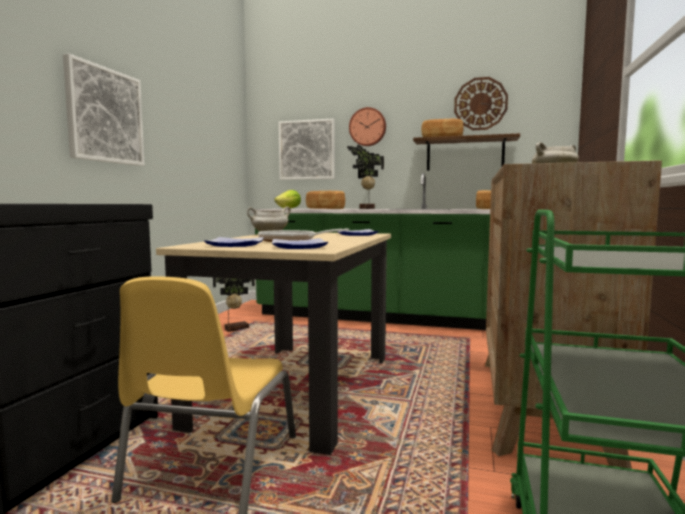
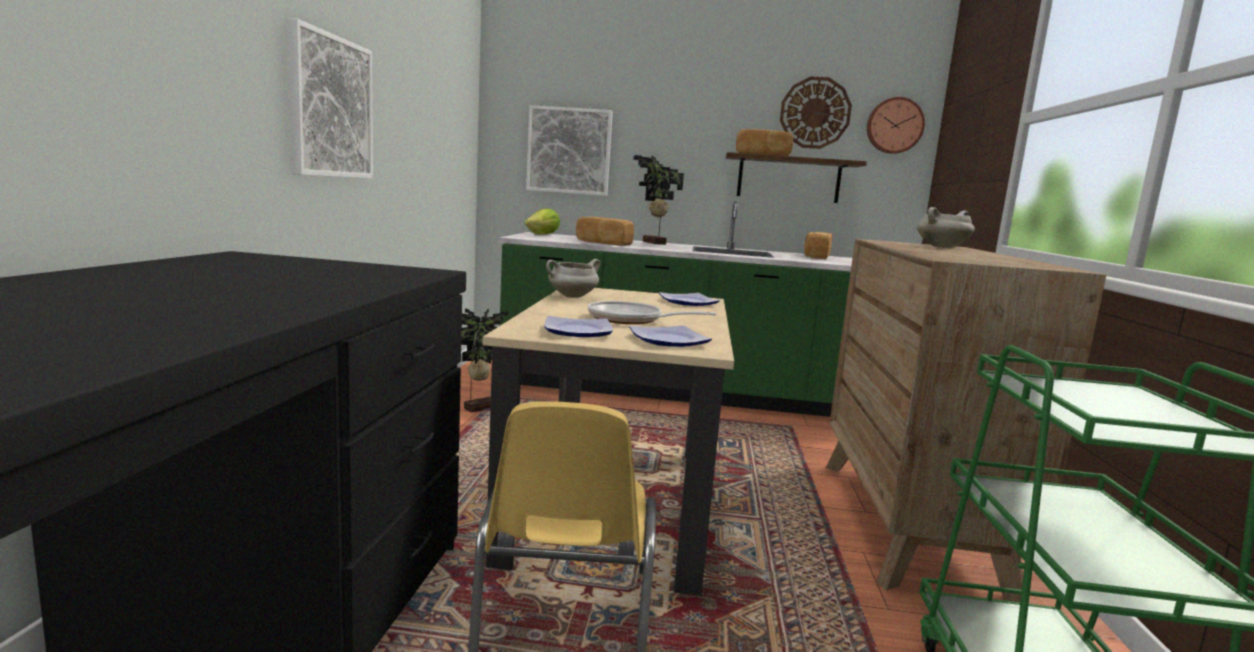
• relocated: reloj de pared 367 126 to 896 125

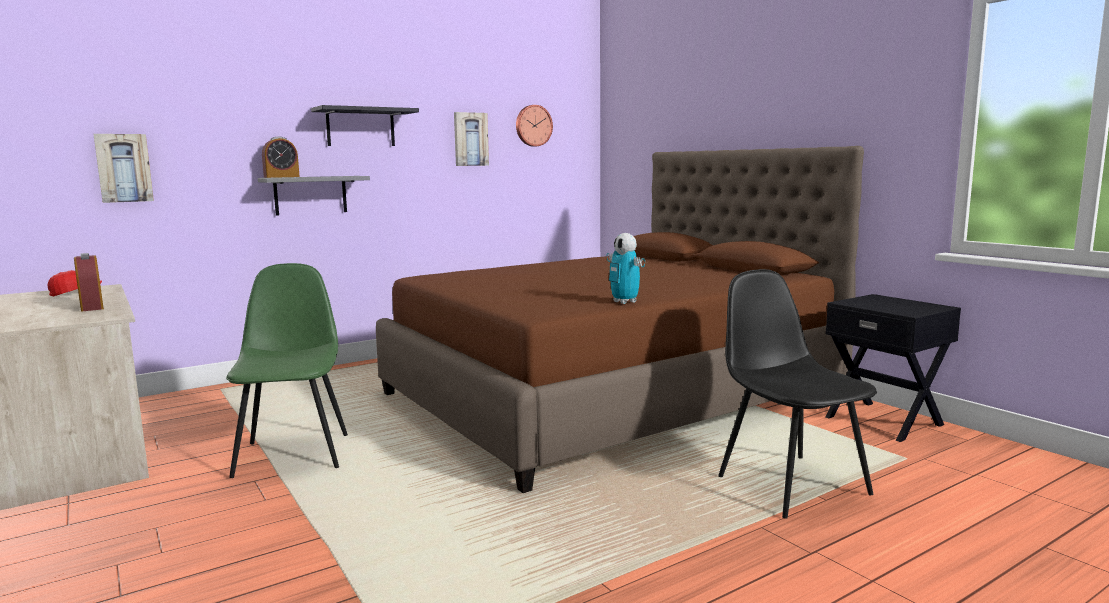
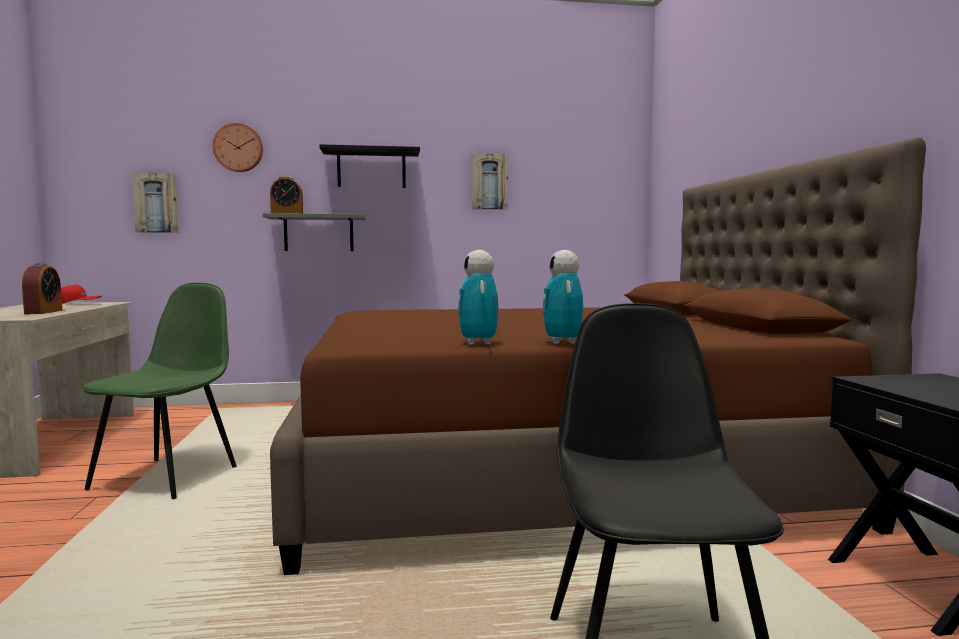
• relocated: reloj de pared 534 126 to 237 147
• appeared: robot de juguete 562 297

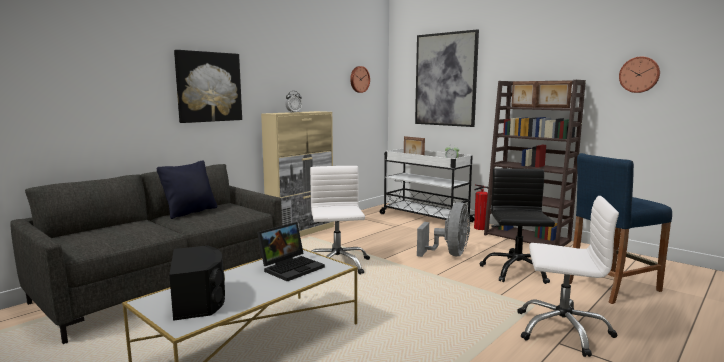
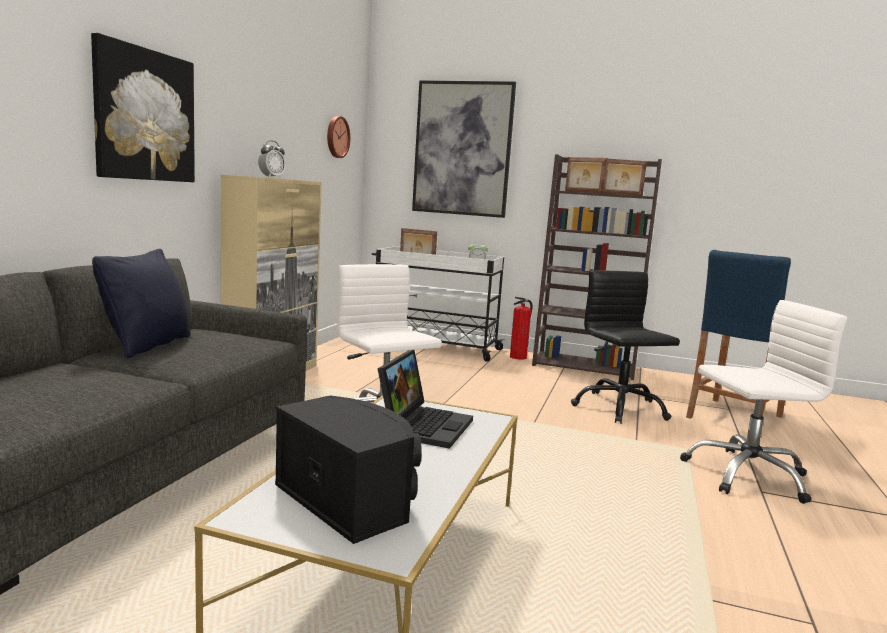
• missing: reloj de pared 639 74
• missing: ventilador [gris] 443 229

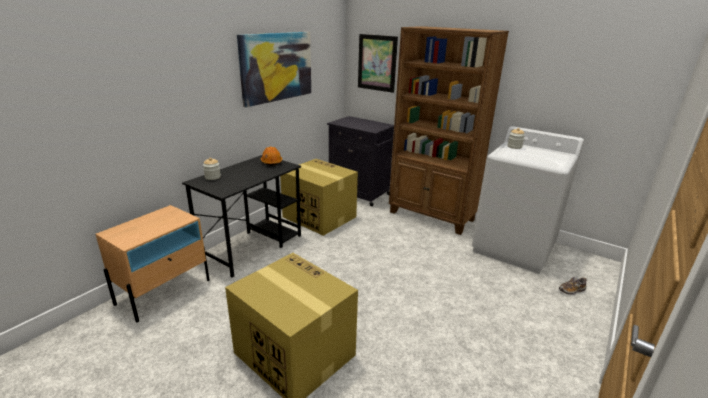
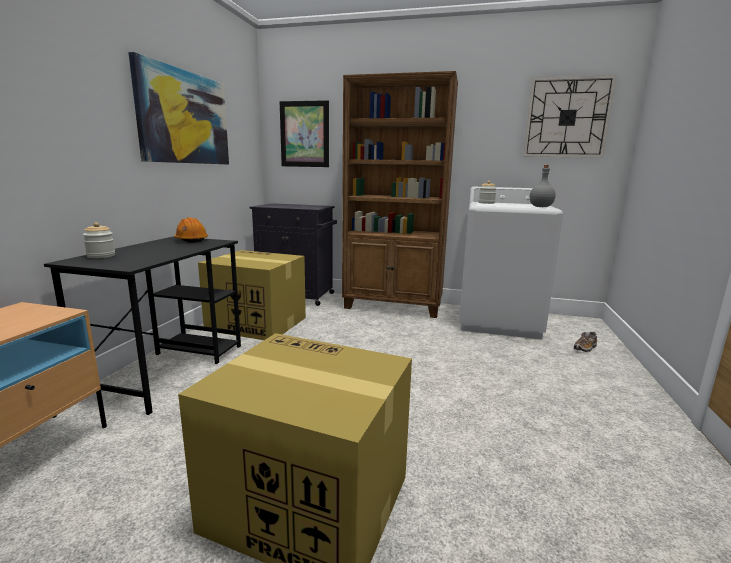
• appeared: reloj de pared 570 116
• appeared: botella [gris] 543 186

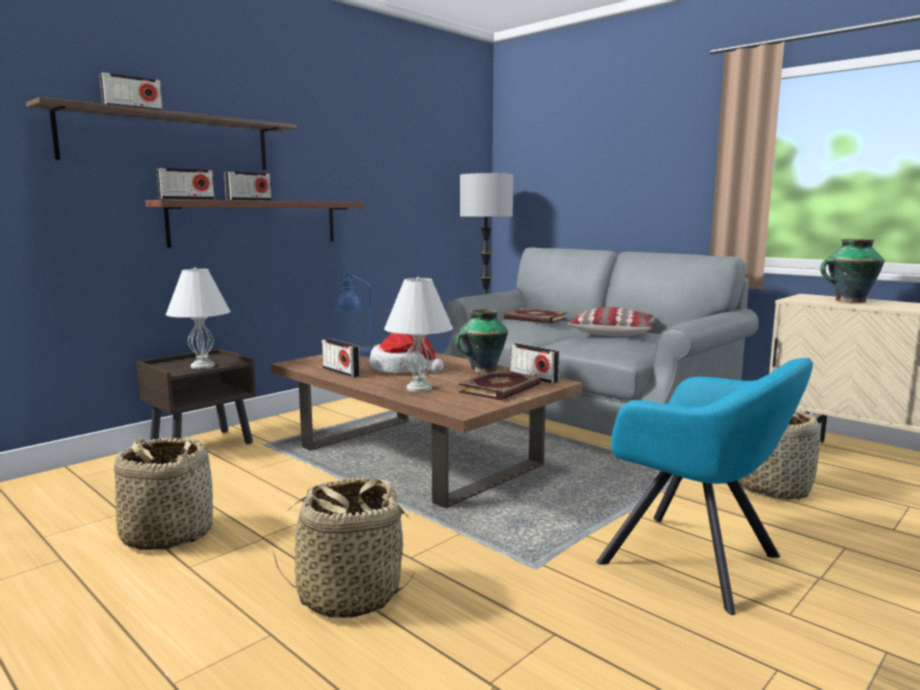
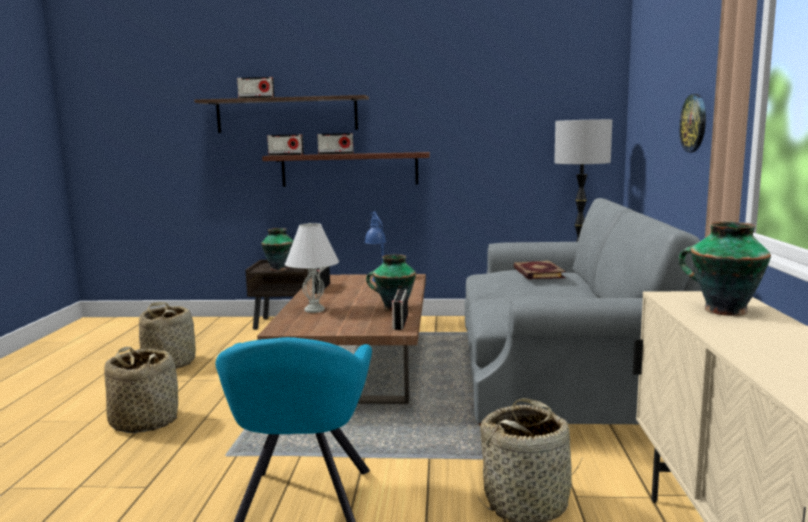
• exchanged: lámpara de mesa [blanco] 198 318 to florero 277 249
• missing: cojín 610 321
• missing: sombrero 407 353
• missing: libro 500 385
• appeared: reloj de pared 692 123

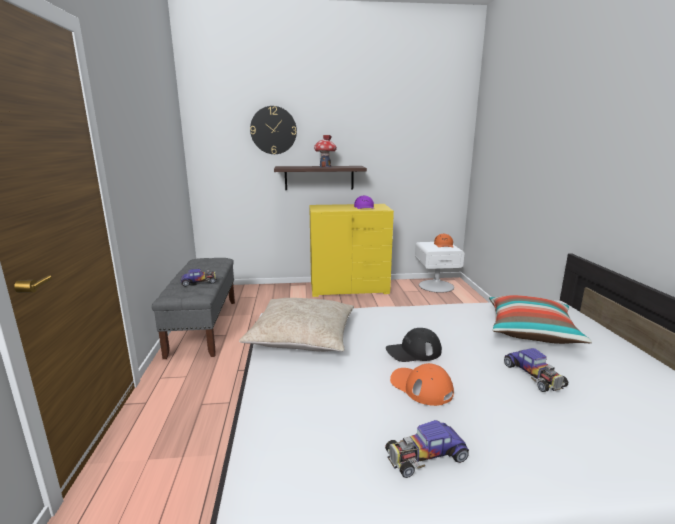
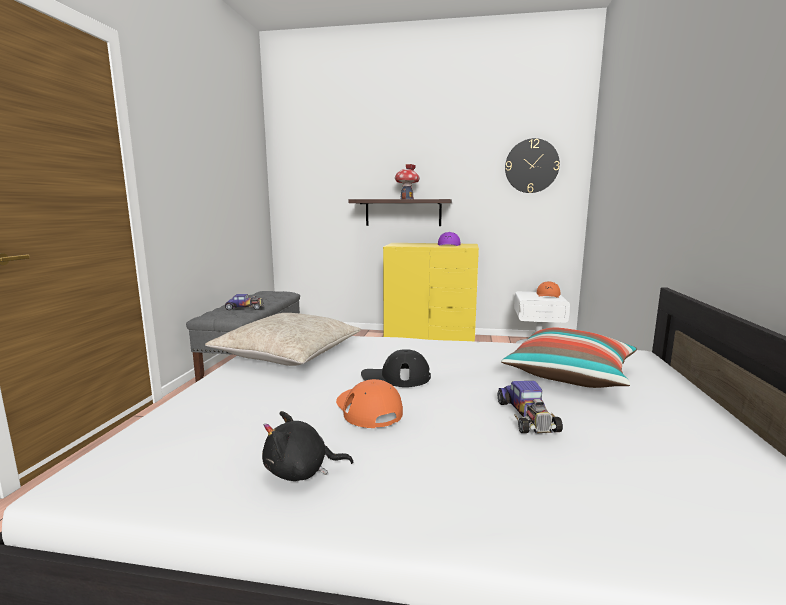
• relocated: reloj de pared 273 130 to 532 165
• exchanged: coche de juguete 427 449 to peluche [negro] 307 446

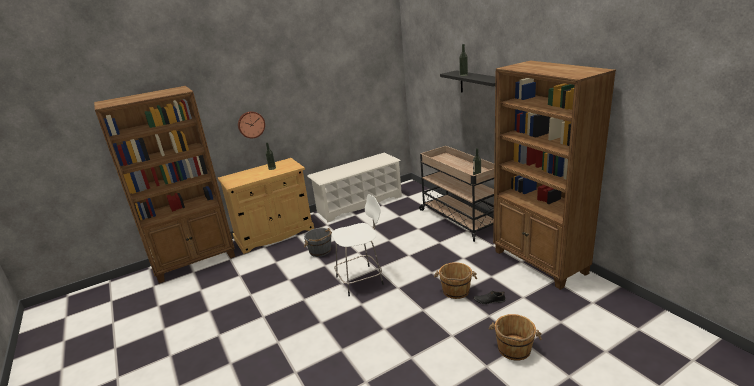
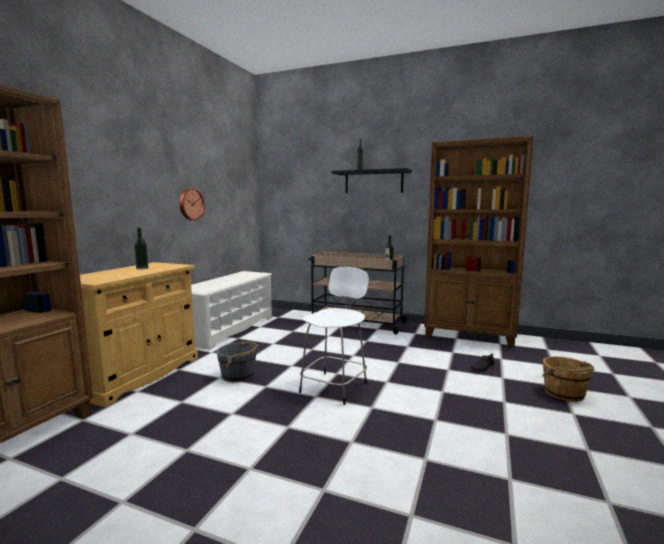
• relocated: reloj de pared 251 124 to 192 204
• missing: cubo [marrón] 455 280

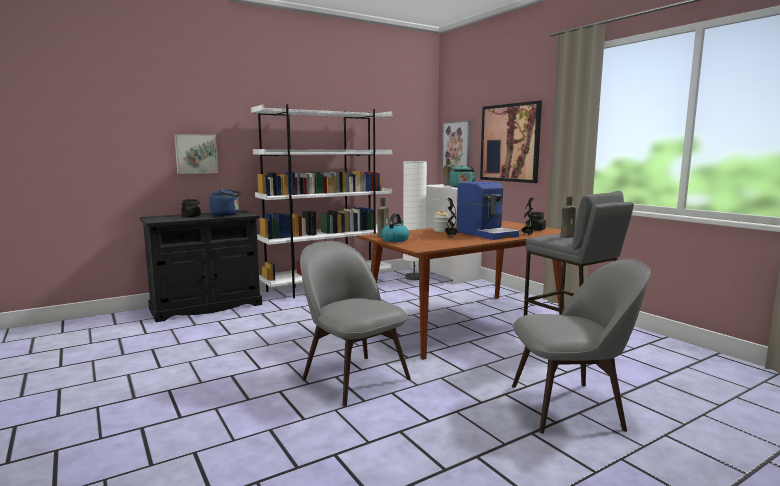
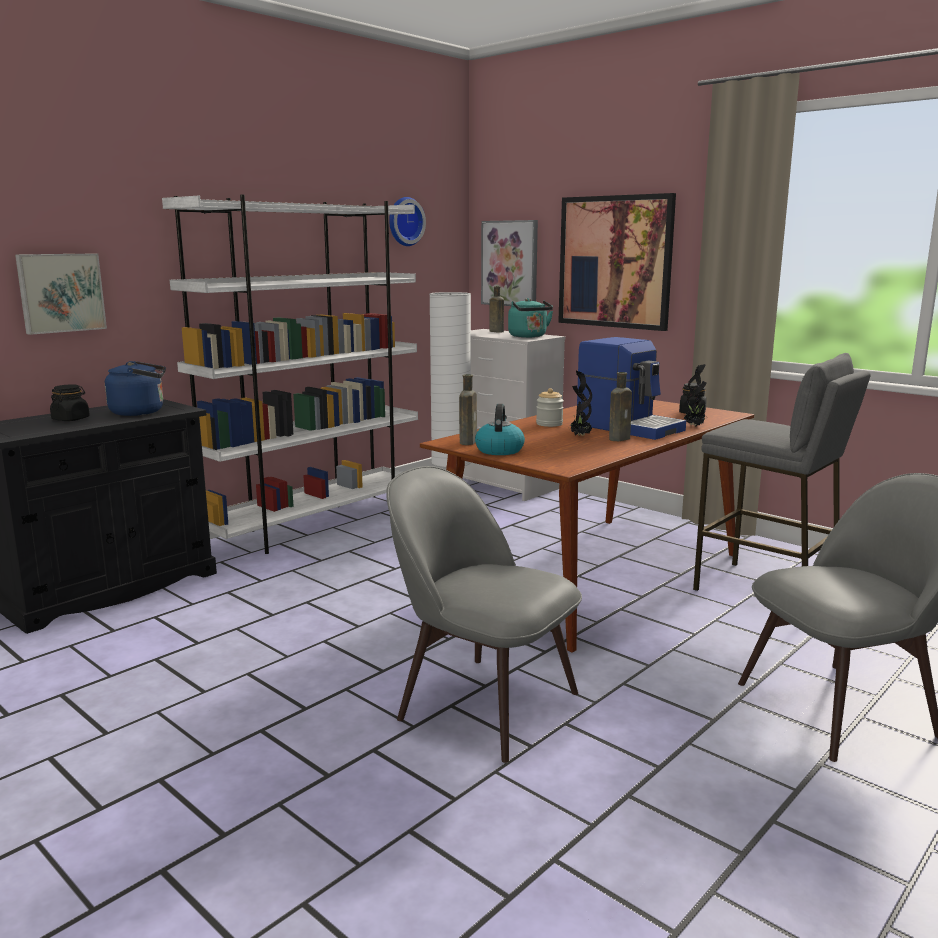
• relocated: botella [marrón] 568 217 to 620 406
• appeared: reloj de pared 407 221

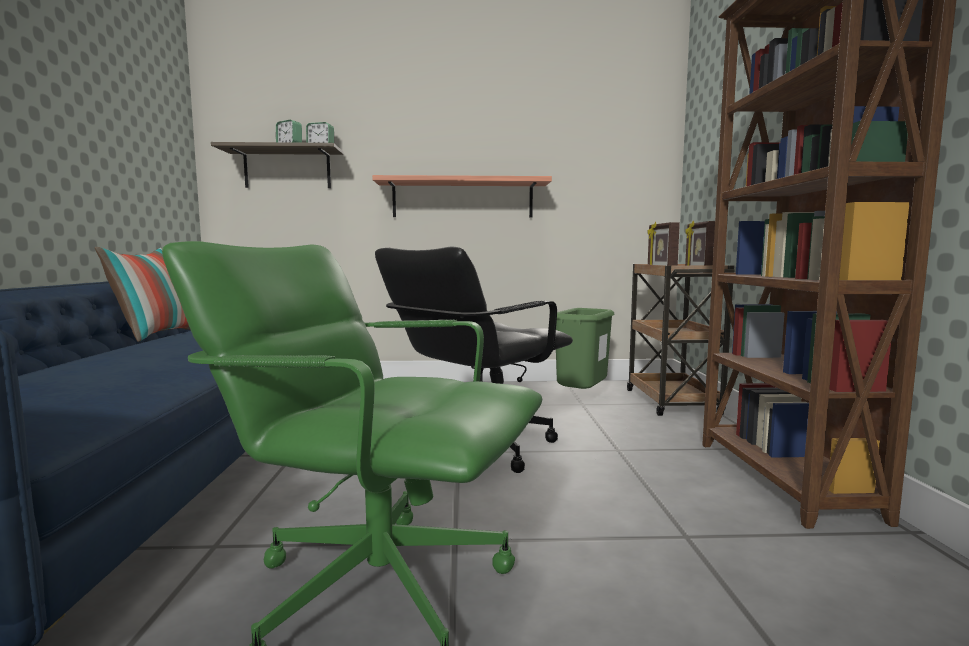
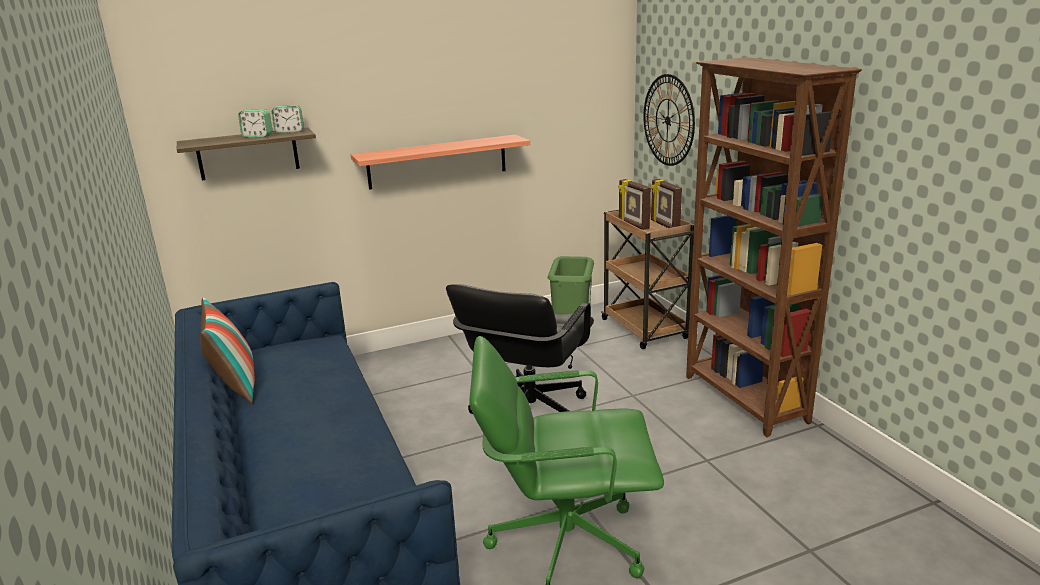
• appeared: reloj de pared 669 120

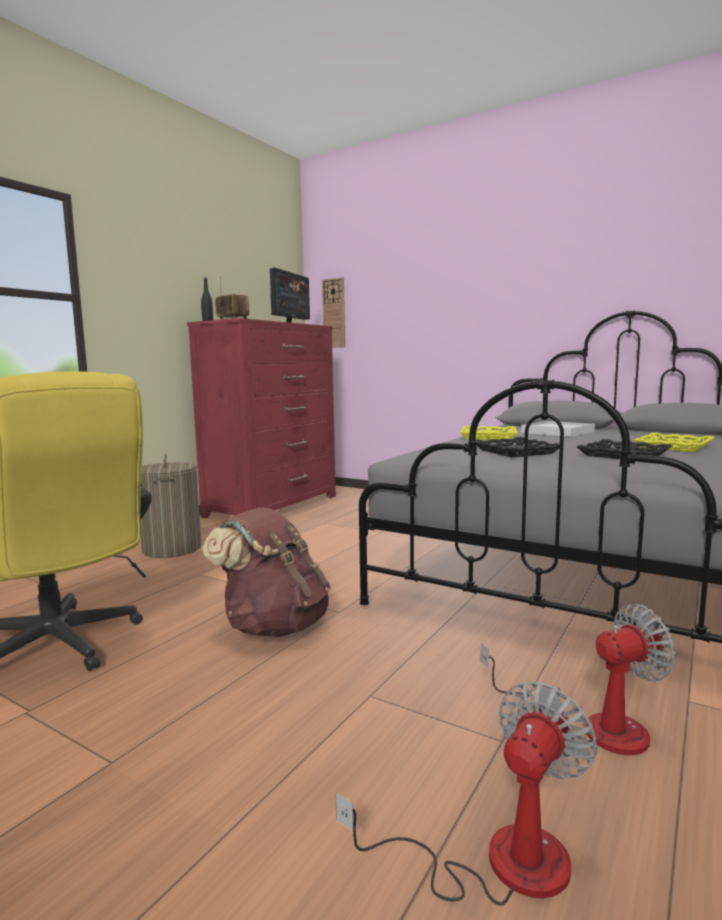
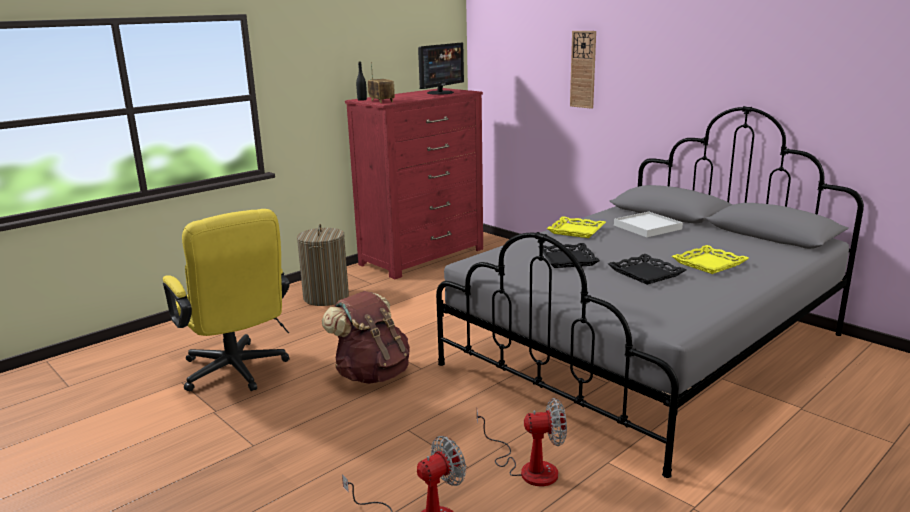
• relocated: reloj de pared 333 312 to 583 70

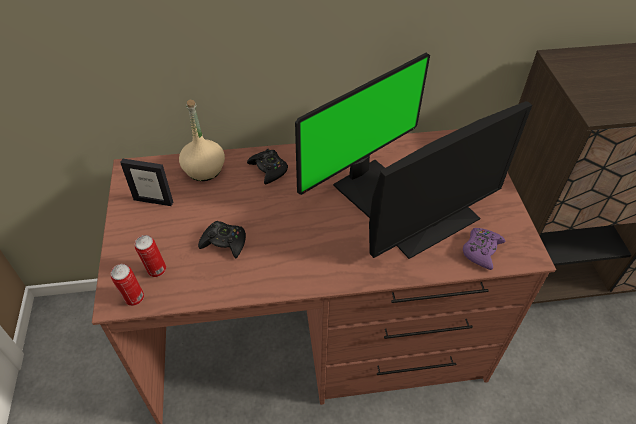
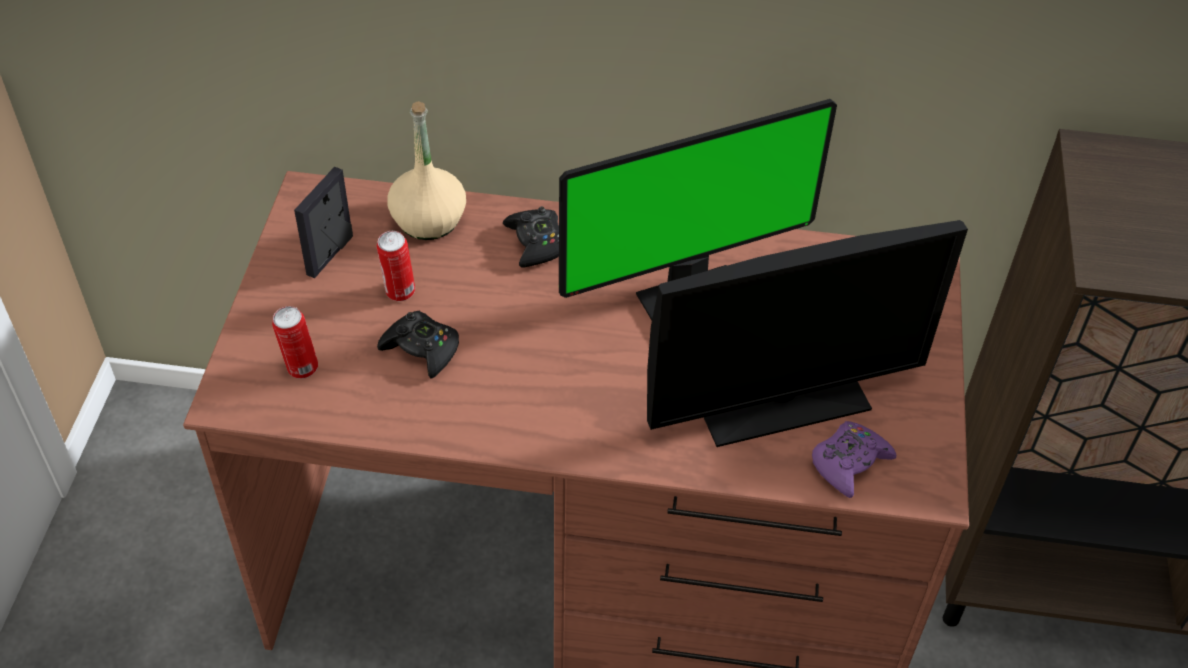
• spun: portarretratos 146 182 = 323 222 90 degrees clockwise
• relocated: lata 127 285 to 396 266

